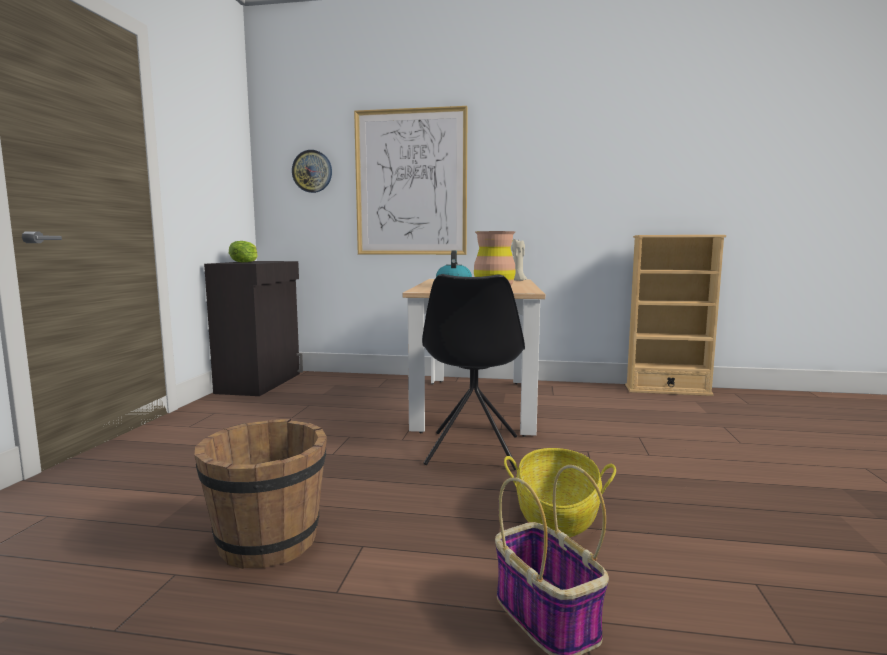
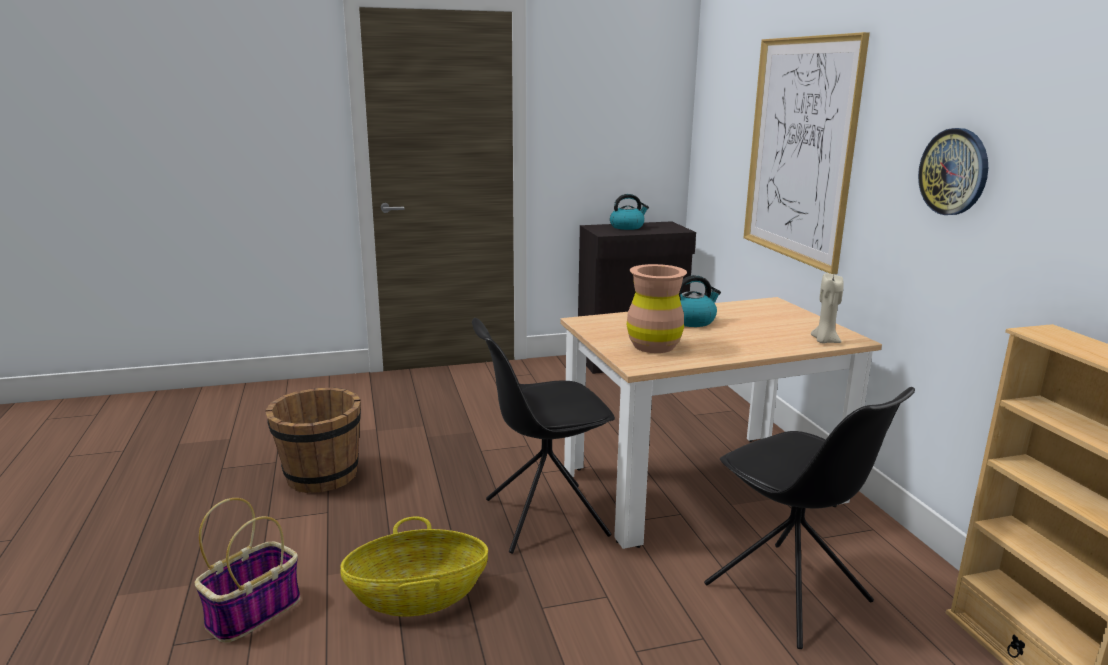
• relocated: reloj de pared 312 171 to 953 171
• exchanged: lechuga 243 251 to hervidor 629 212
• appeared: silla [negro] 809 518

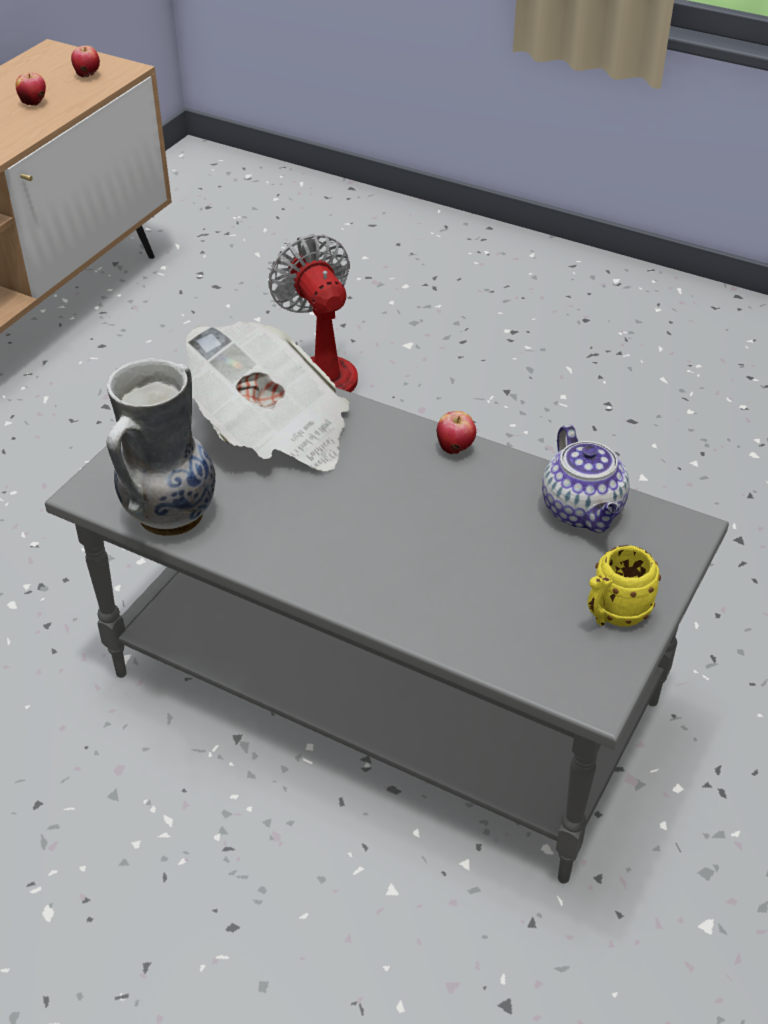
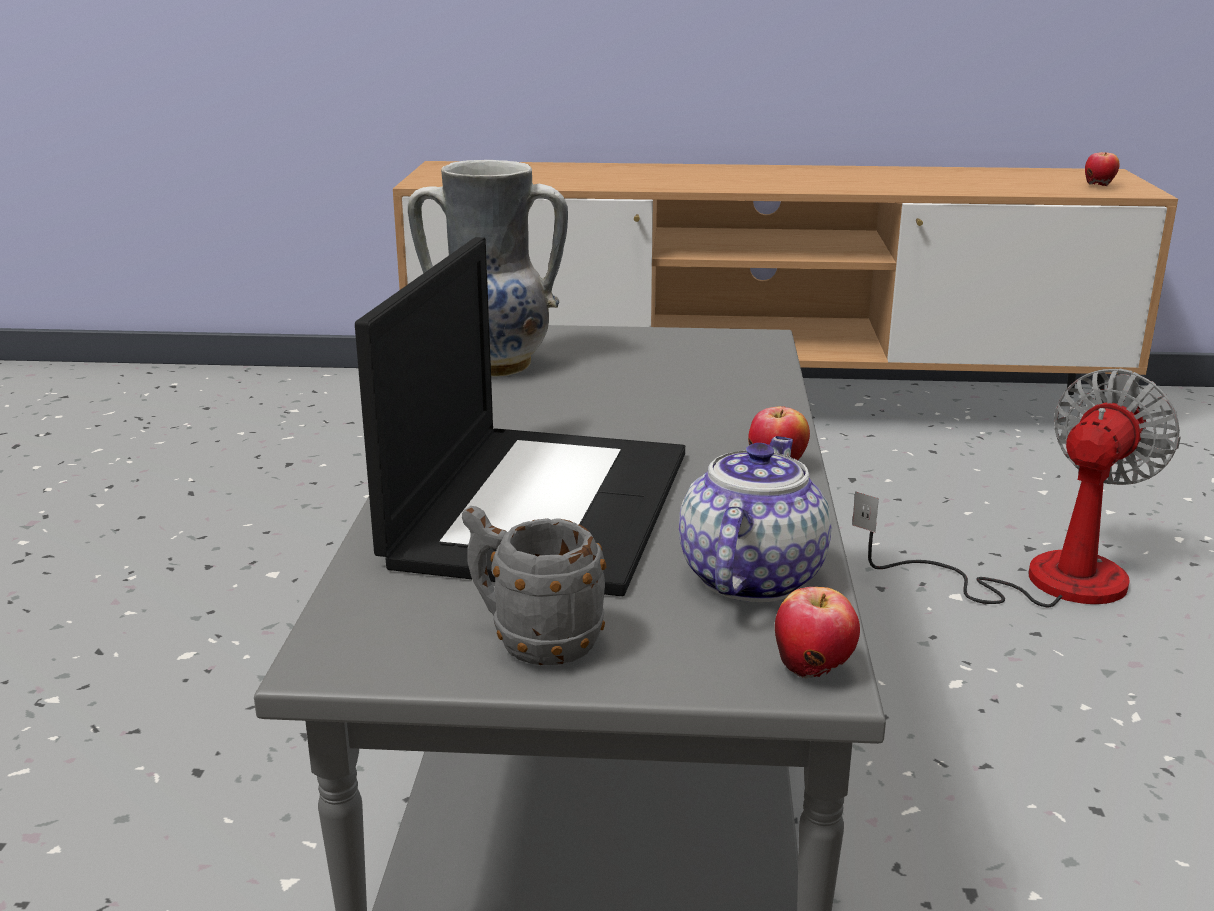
• relocated: manzana 31 89 to 817 632
• missing: periódico 267 396
• spun: tetera 585 478 = 755 519 150 degrees clockwise
• colour: taza grande [amarillo] 624 586 to taza grande [gris] 534 585
• appeared: portátil 520 416

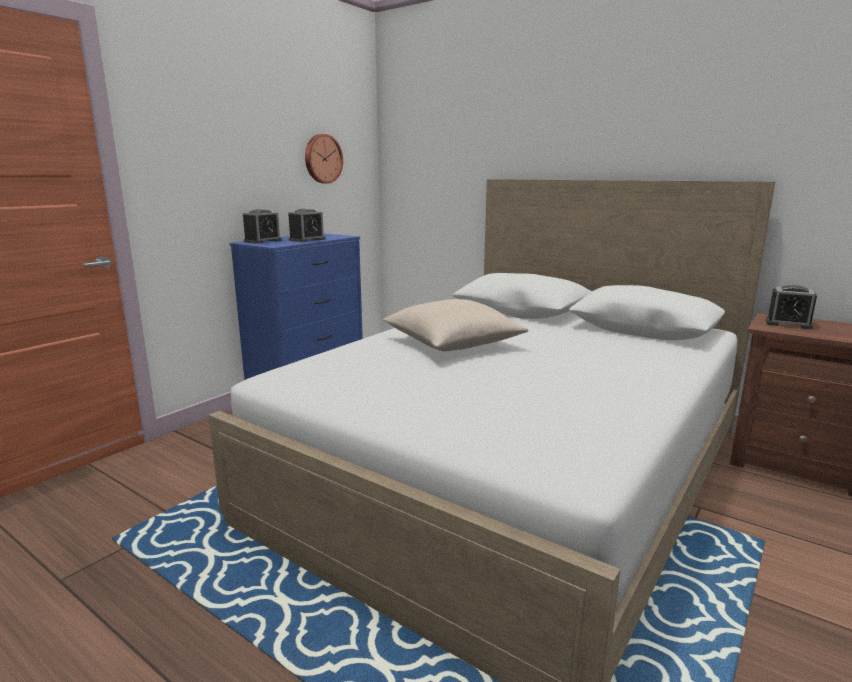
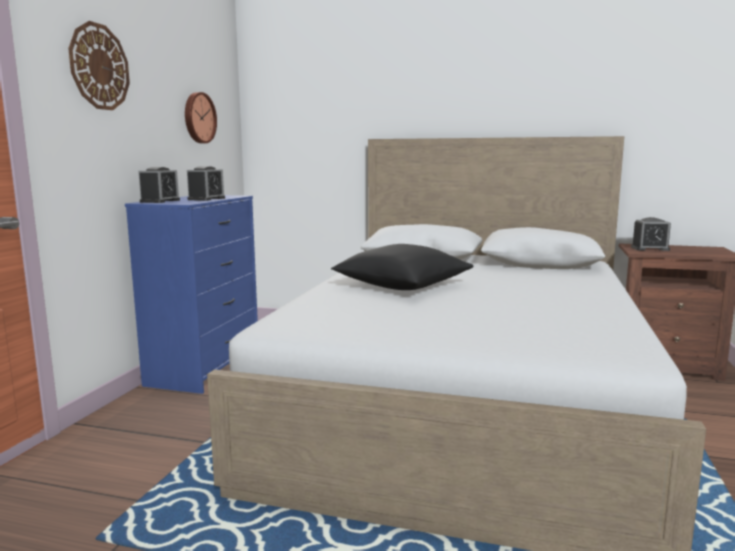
• colour: cojín [beis] 455 325 to cojín [negro] 402 267
• appeared: reloj de pared 99 65

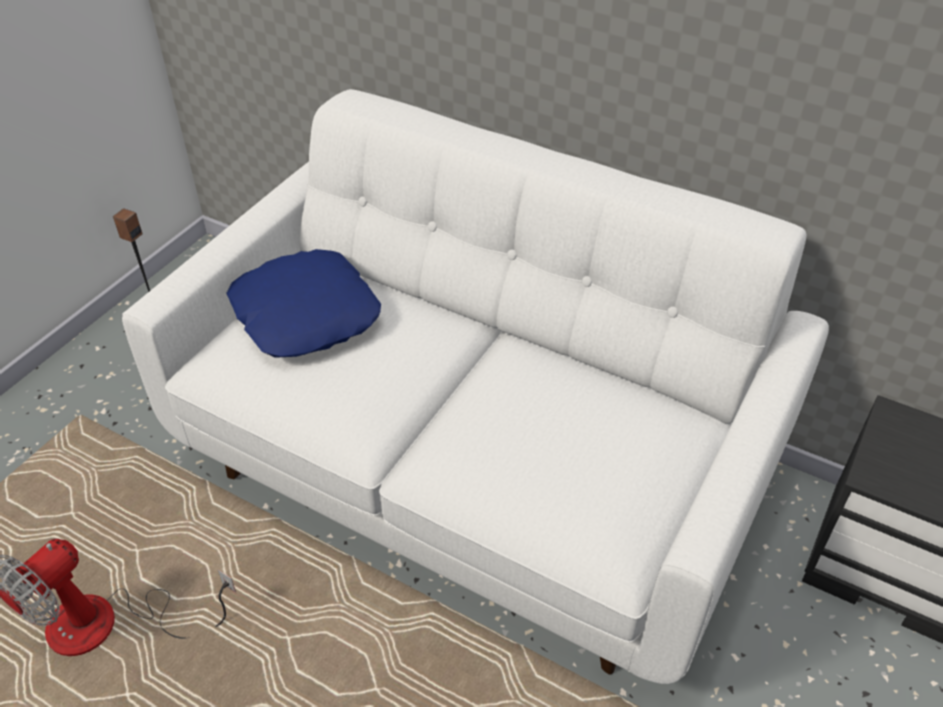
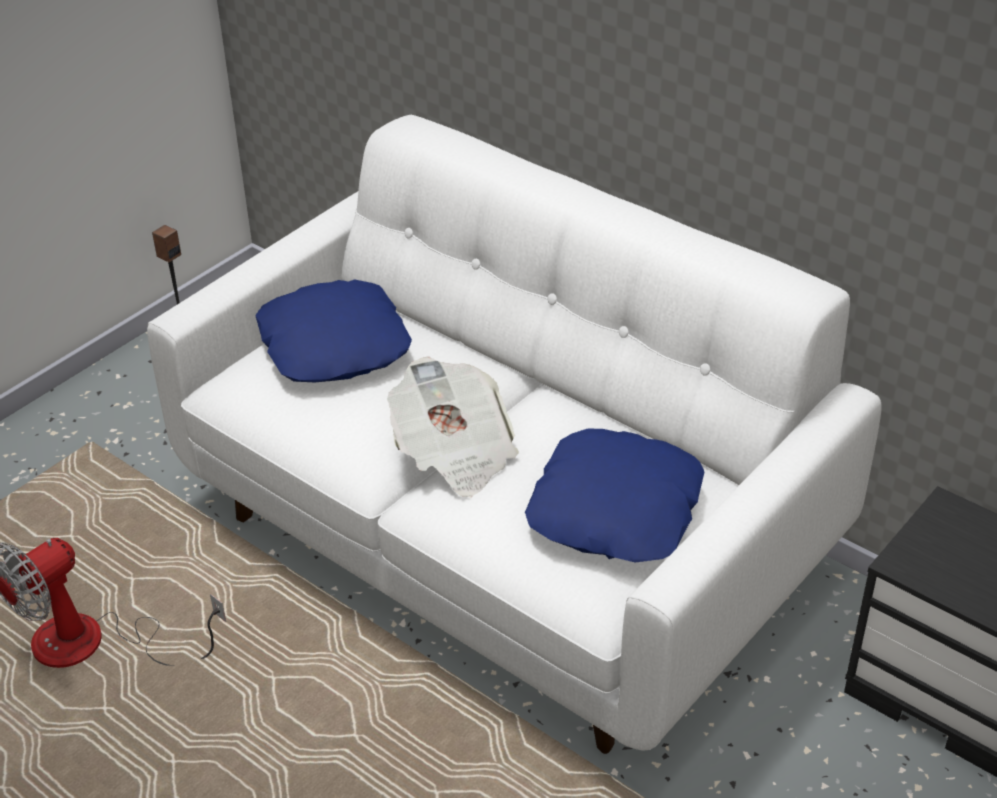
• appeared: periódico 453 427
• appeared: cojín [azul] 615 495

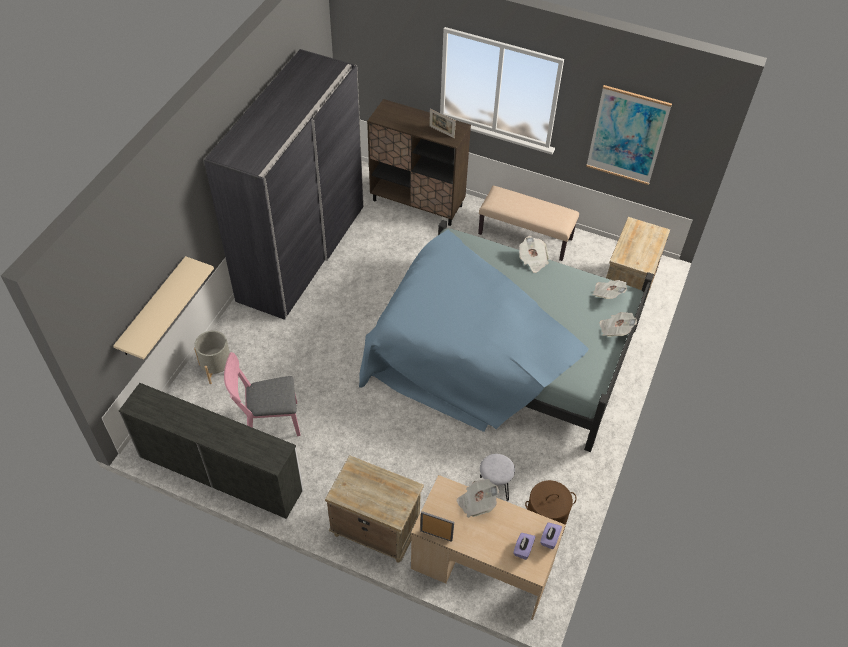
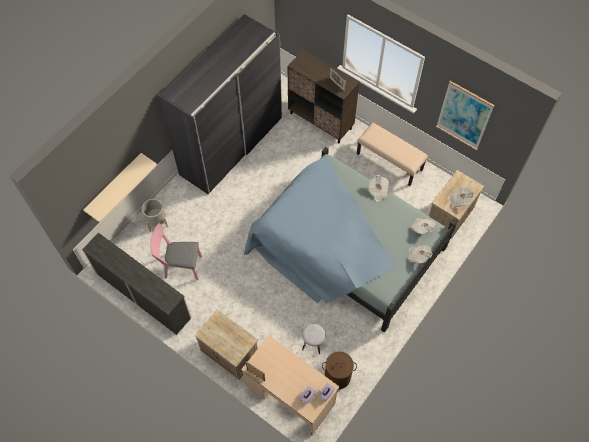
• relocated: periódico 477 498 to 461 197

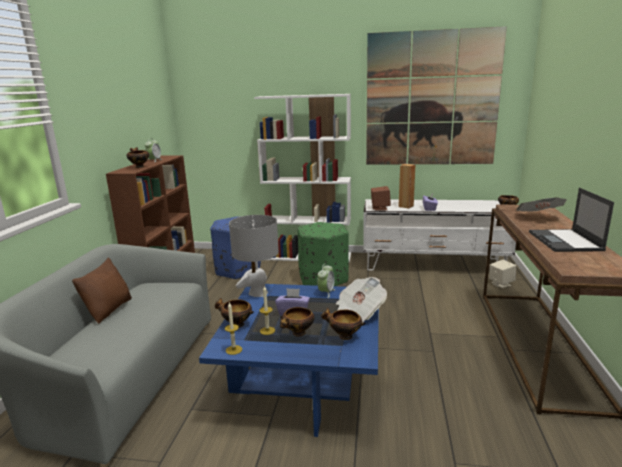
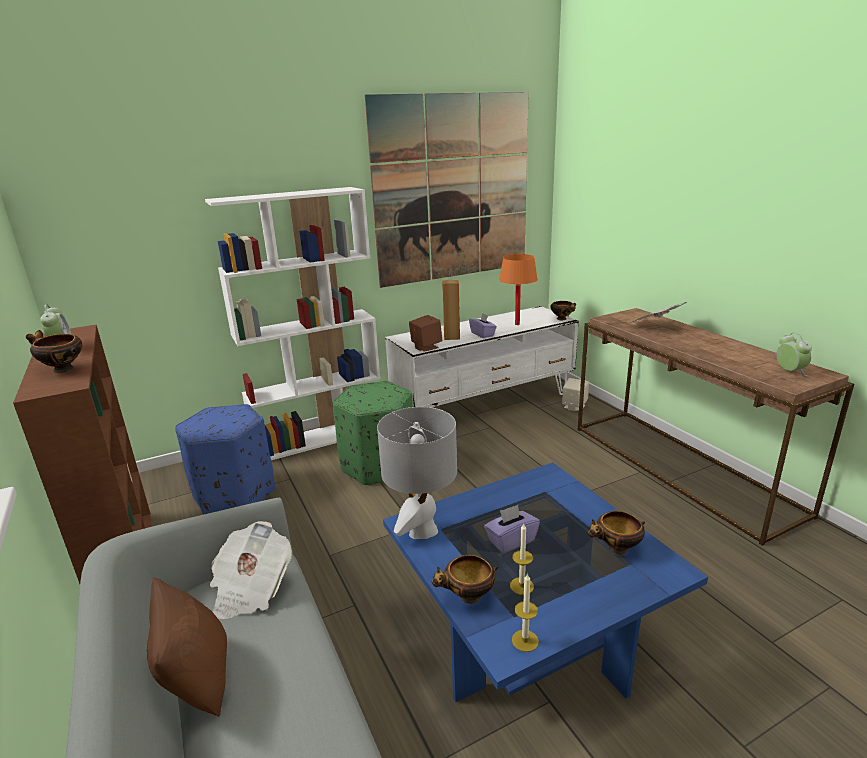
• missing: portátil 571 220
• relocated: despertador 326 281 to 794 355
• relocated: periódico 361 299 to 251 570
• missing: cuenco 297 322
• appeared: lámpara de mesa [naranja] 518 289

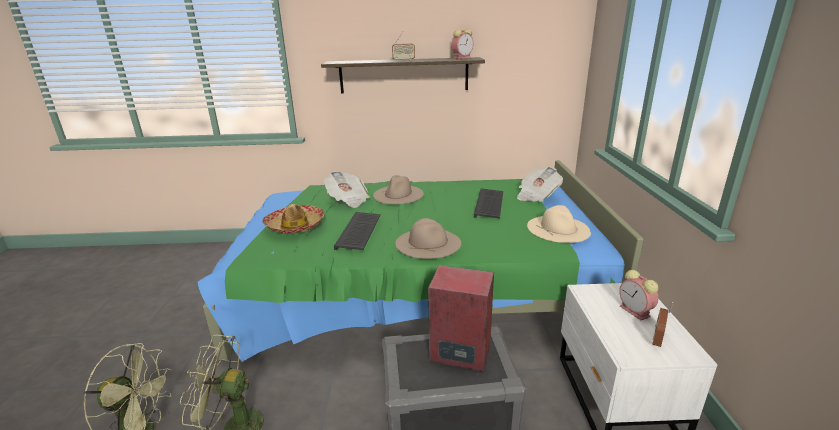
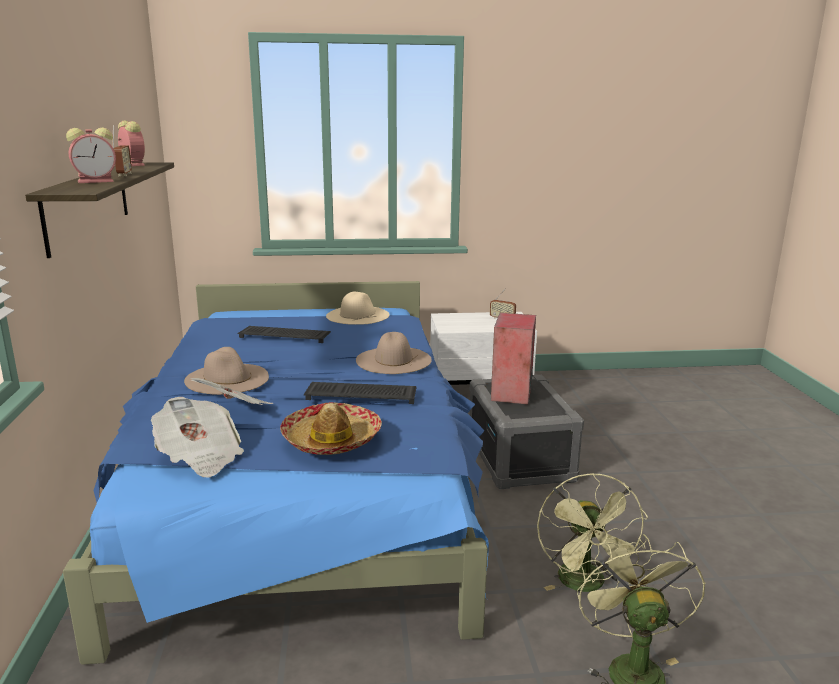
• colour: cama [verde] 421 261 to cama [azul] 276 473
• relocated: periódico 540 184 to 197 437
• relocated: despertador 638 295 to 91 155

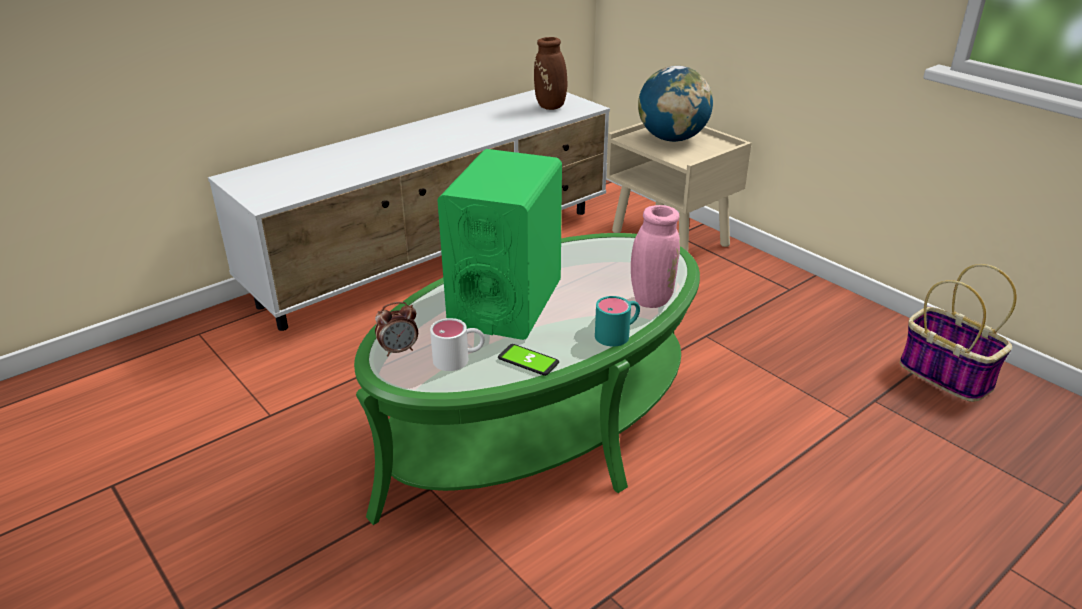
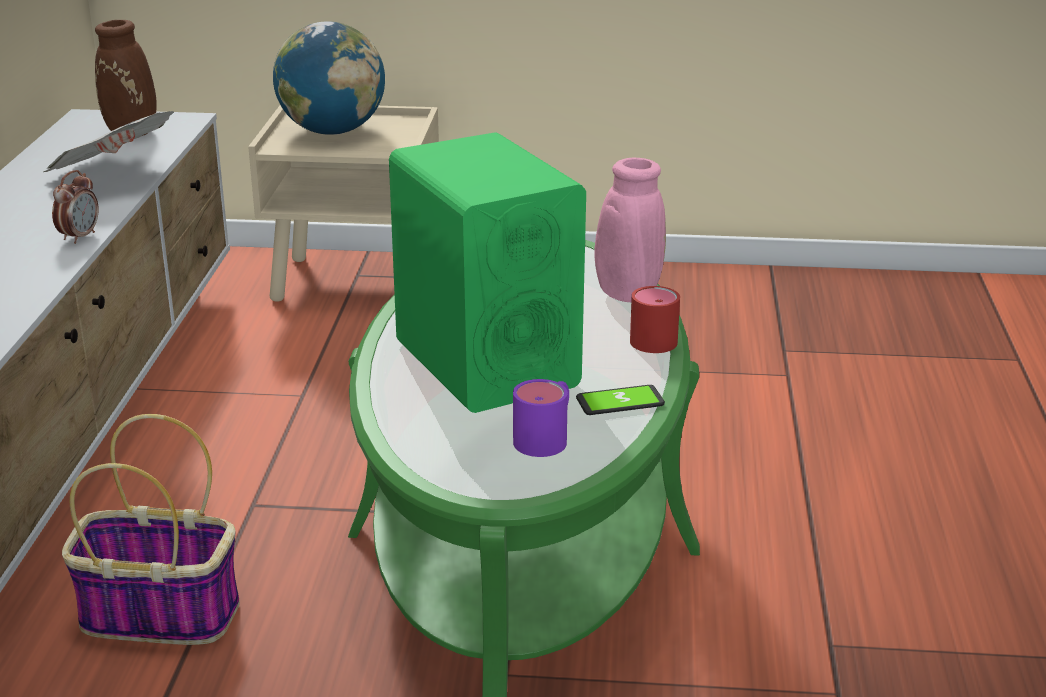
• relocated: cesta 958 333 to 151 529
• colour: taza grande [turquesa] 617 321 to taza grande [rojo] 655 319
• relocated: despertador 396 329 to 75 207
• colour: taza grande [blanco] 457 344 to taza grande [morado] 541 418
• appeared: periódico 109 141

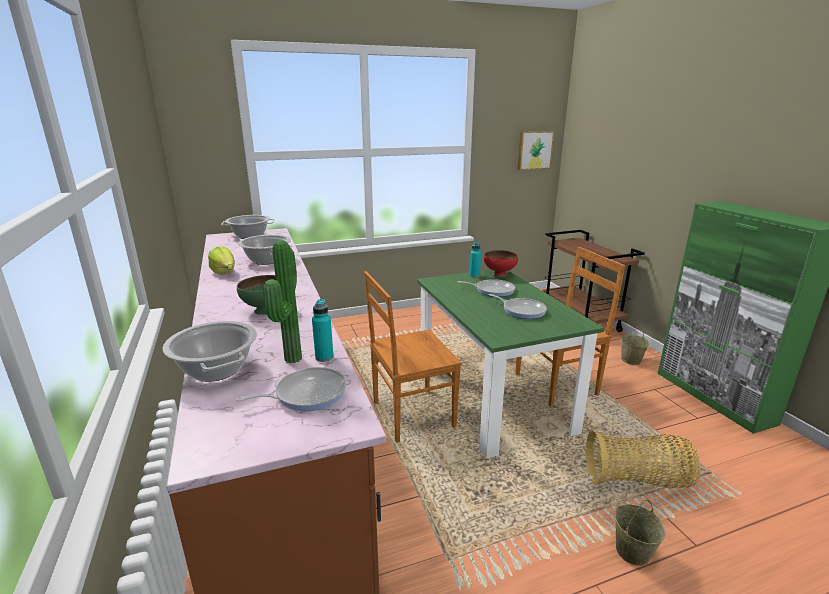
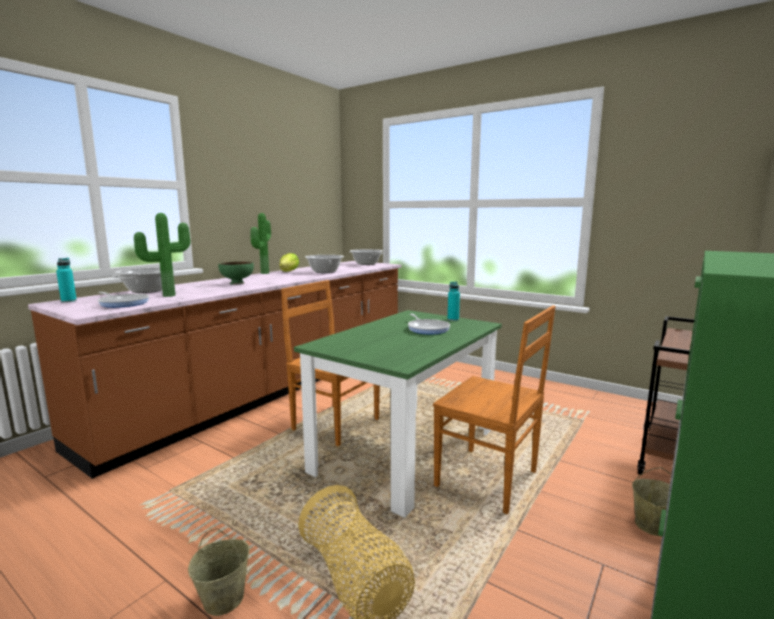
• missing: cuadro 536 150
• missing: cuenco [rojo] 501 263
• missing: sartén 518 306
• relocated: botella [turquesa] 323 330 to 66 280
• appeared: planta en maceta 260 243

